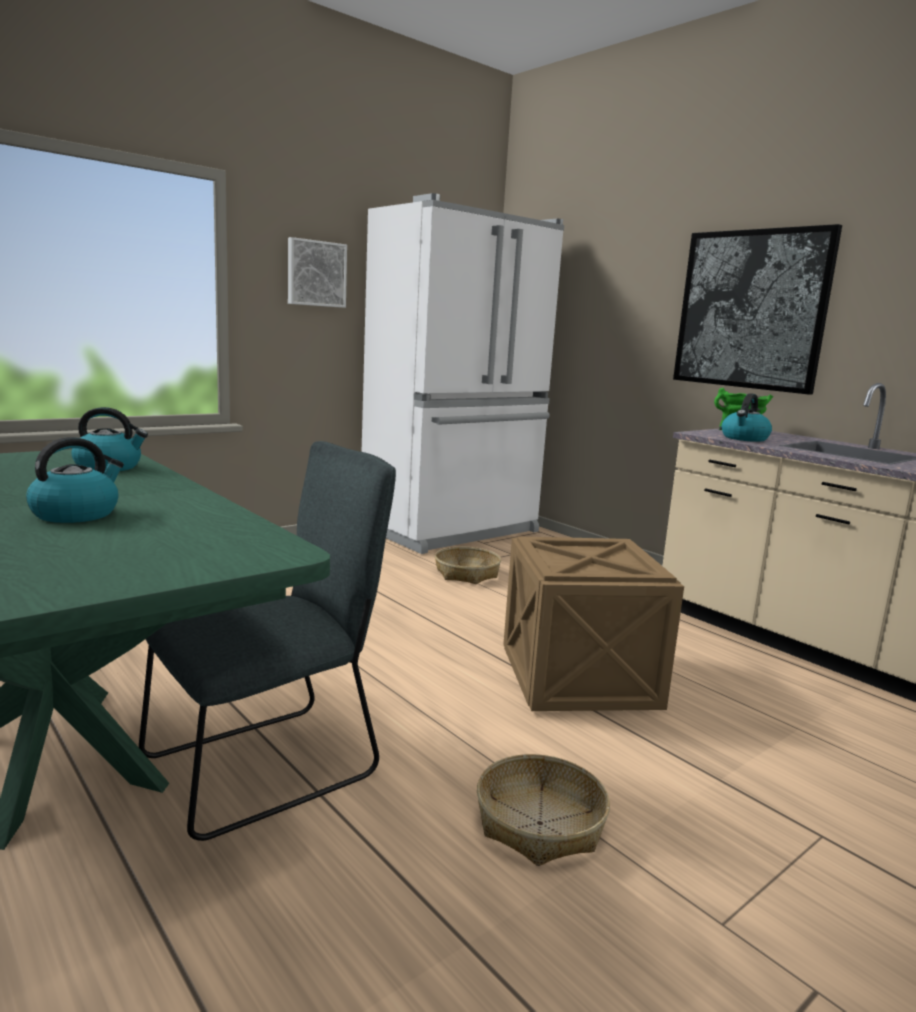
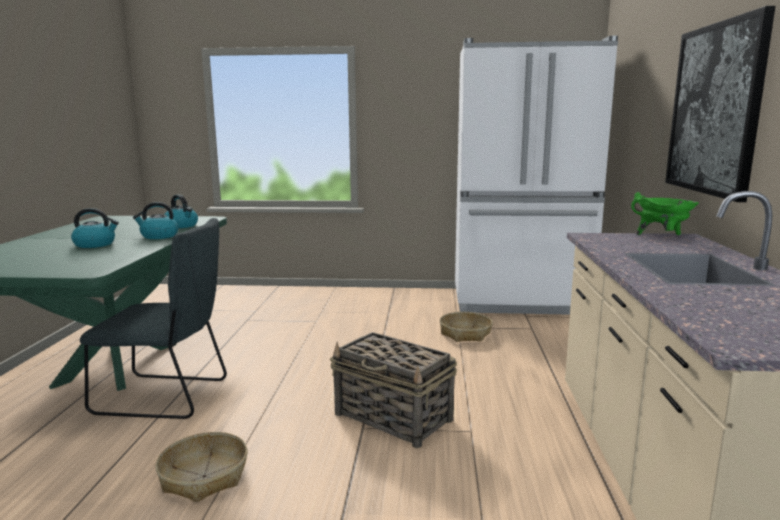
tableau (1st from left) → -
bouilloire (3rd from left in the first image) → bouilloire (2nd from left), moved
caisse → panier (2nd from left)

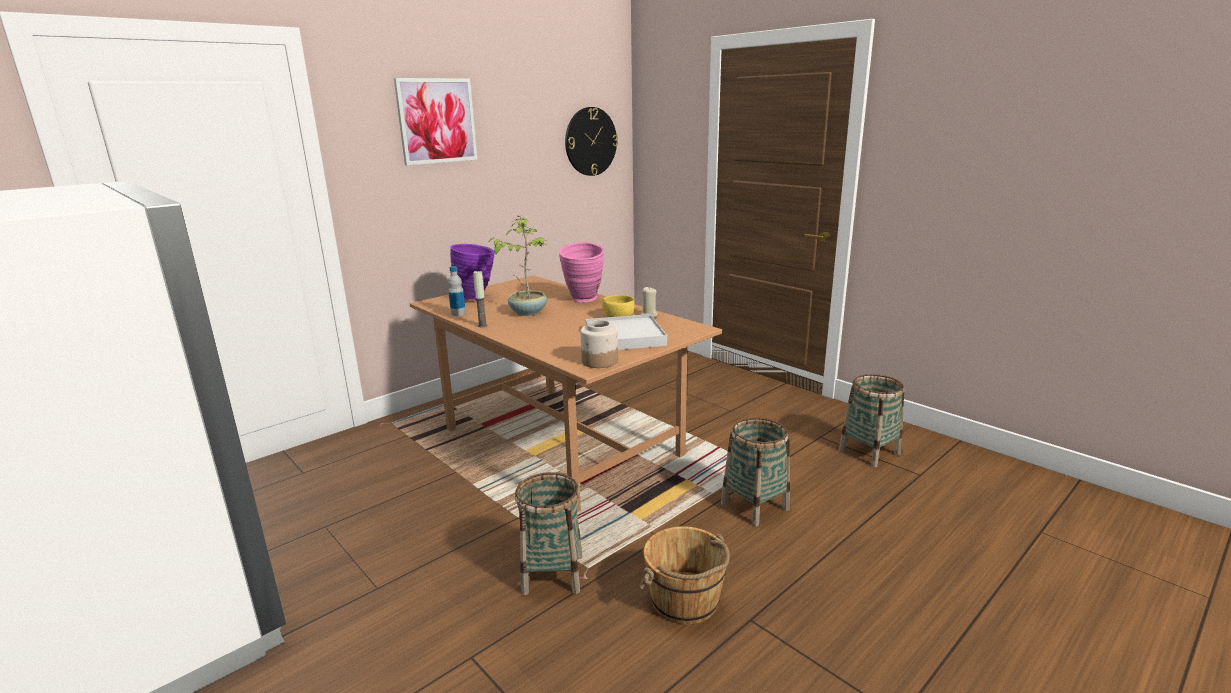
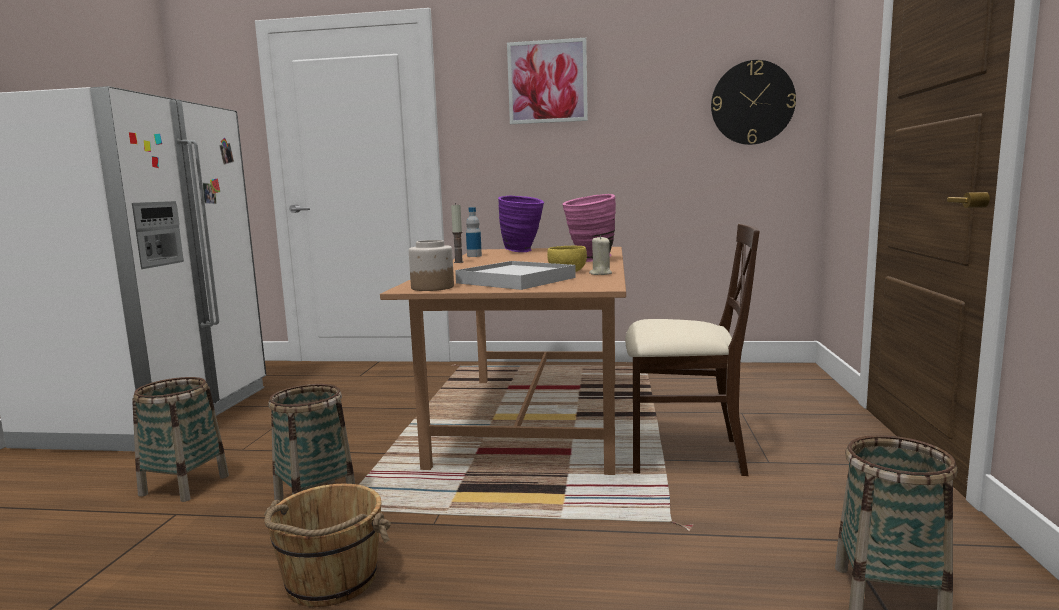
plante en pot → -
panier (2nd from left in the first image) → panier (1st from left), moved
- → chaise (beige)

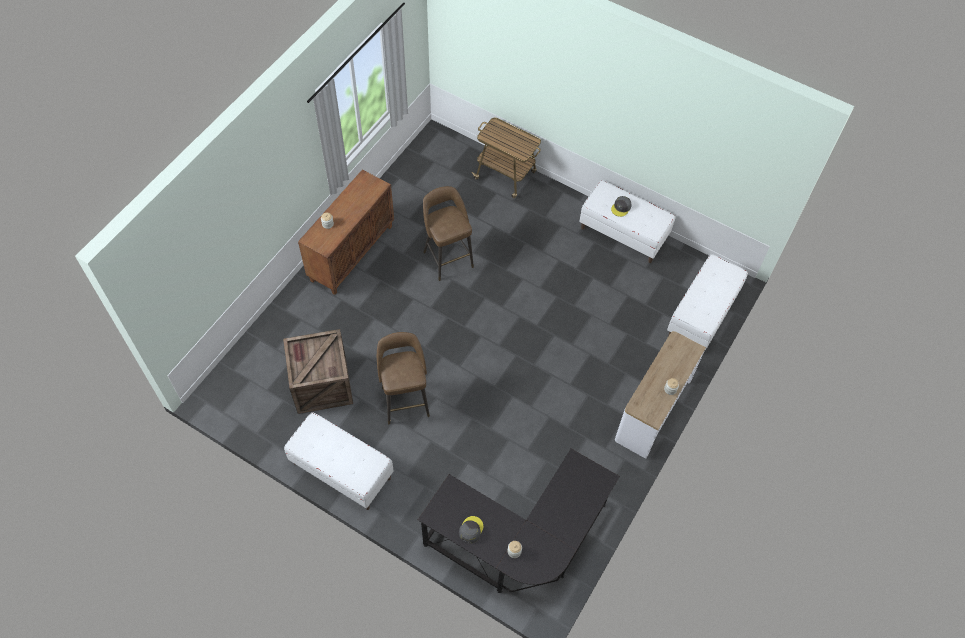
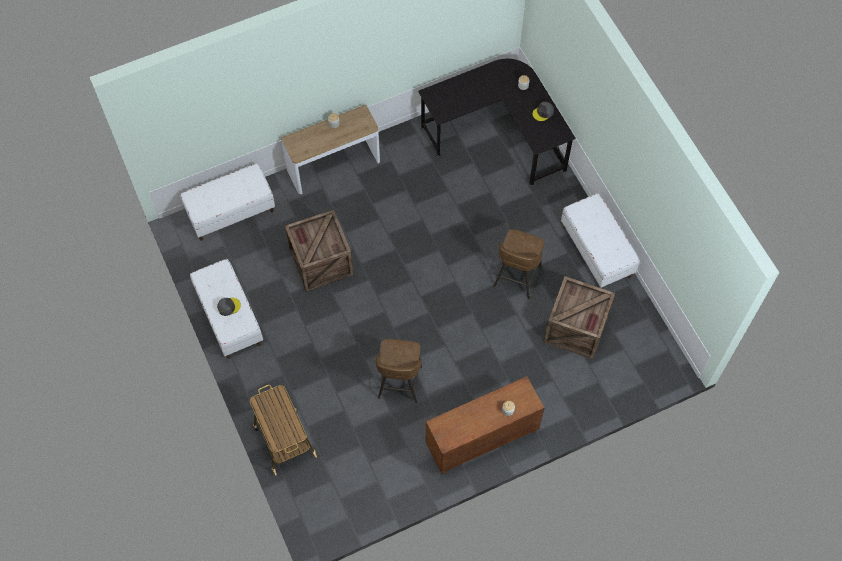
- → caisse (1st from left)

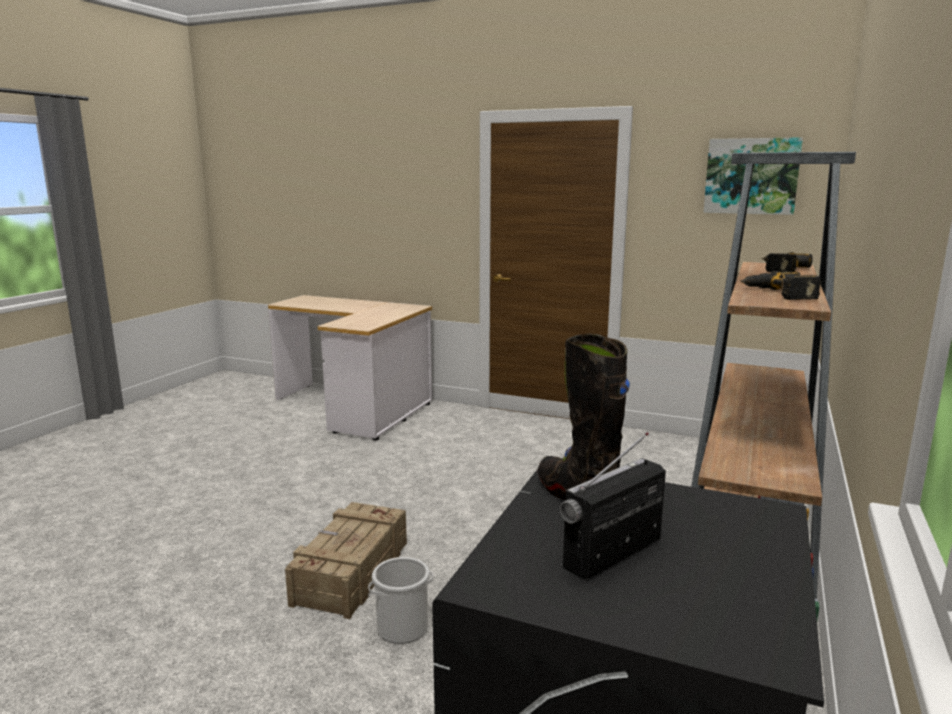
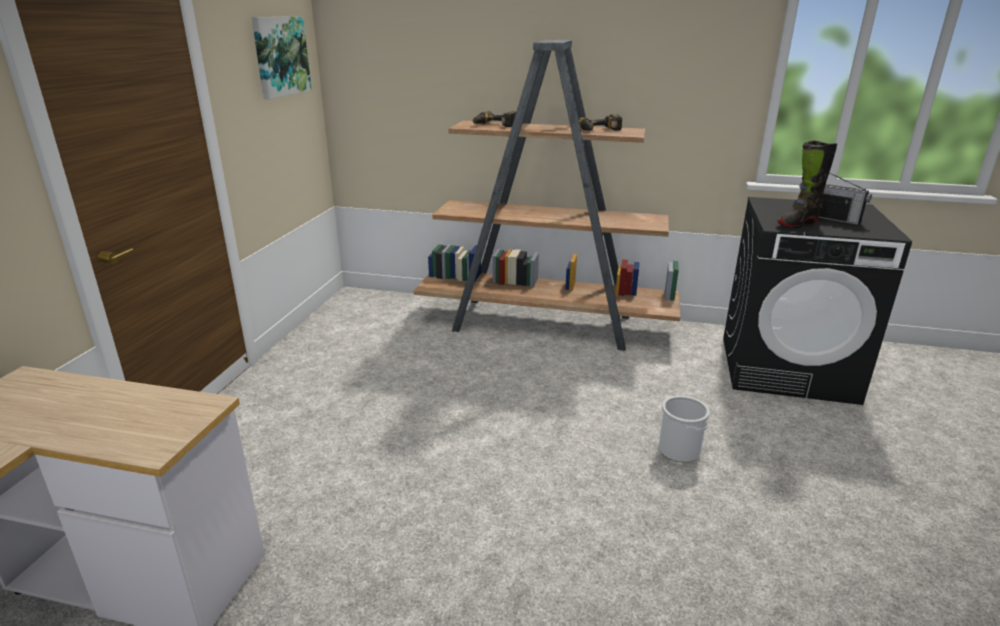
caisse → -

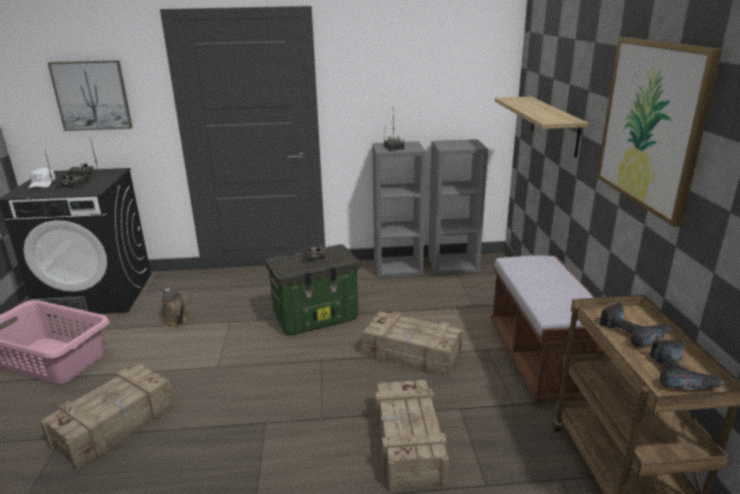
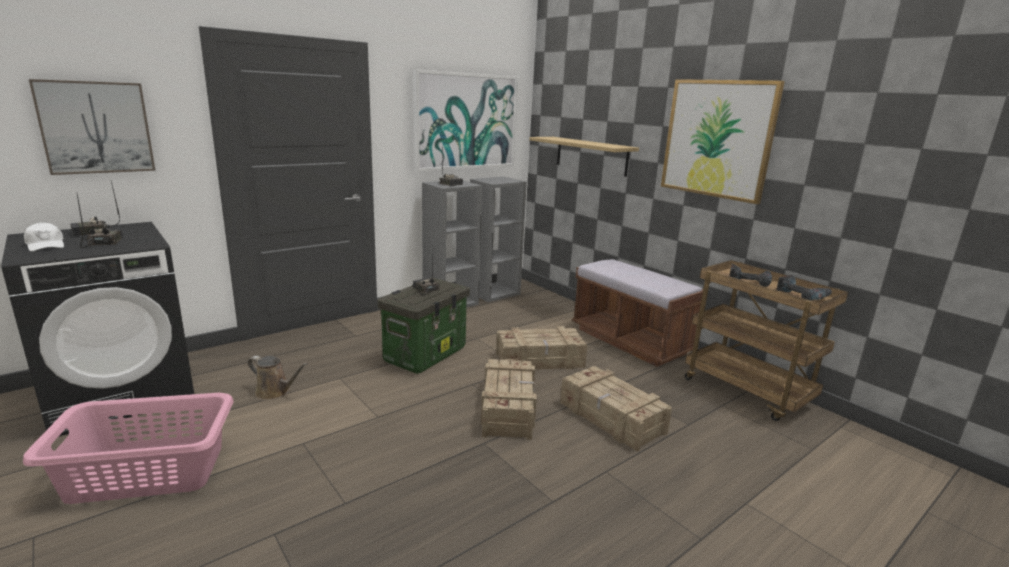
caisse (1st from left), moved
- → tableau (2nd from left)

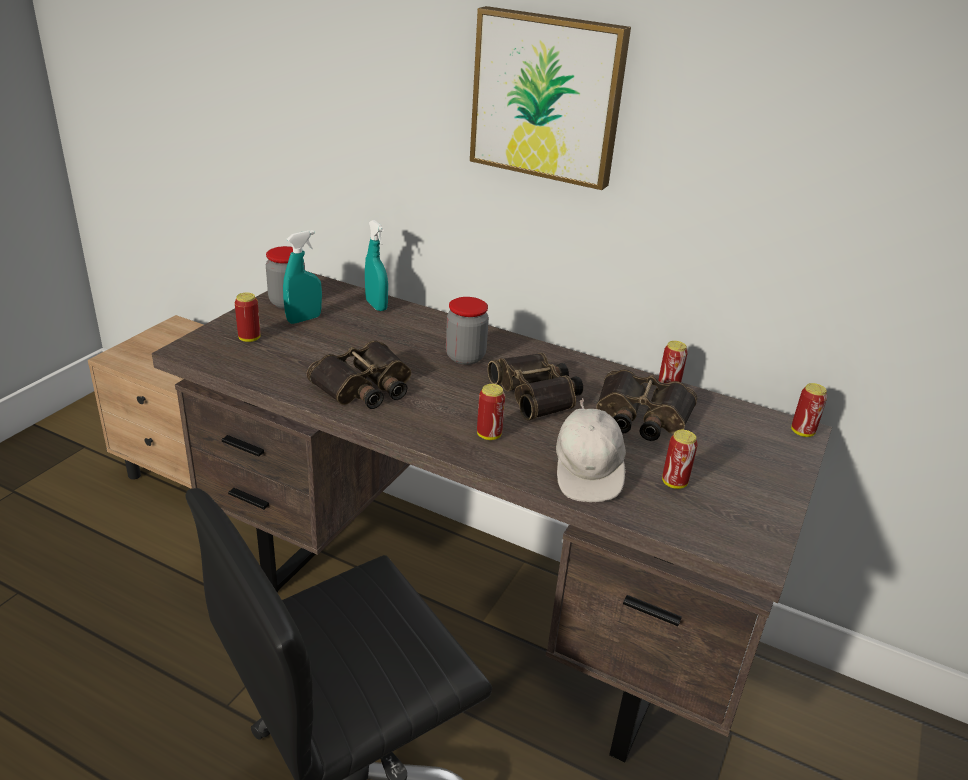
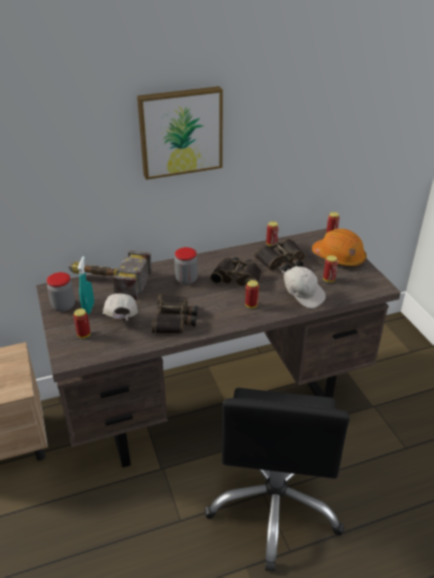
vaporisateur (turquoise) (2nd from left) → marteau
- → casque de chantier (orange)
- → casquette (blanc) (1st from left)

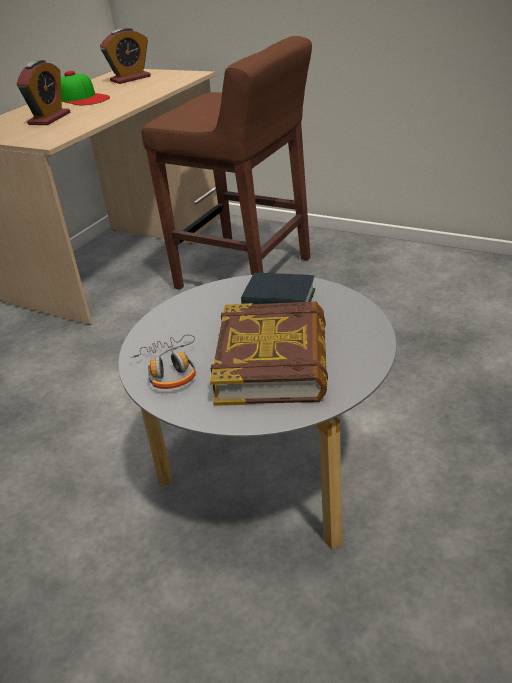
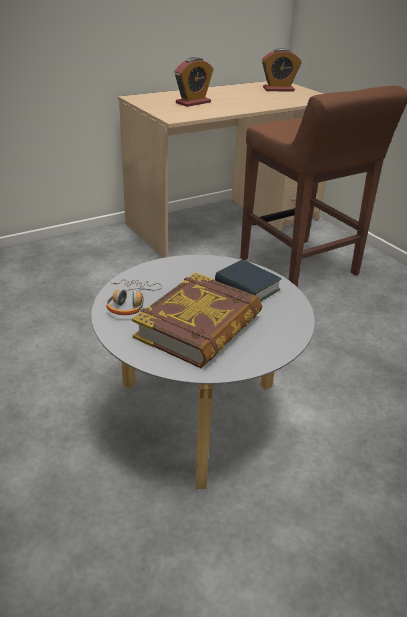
casquette → -

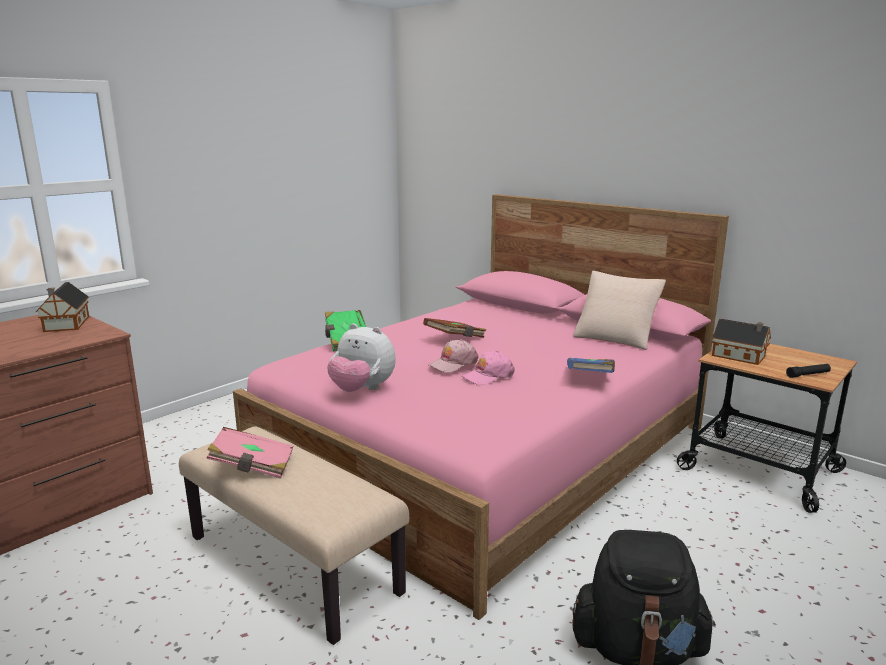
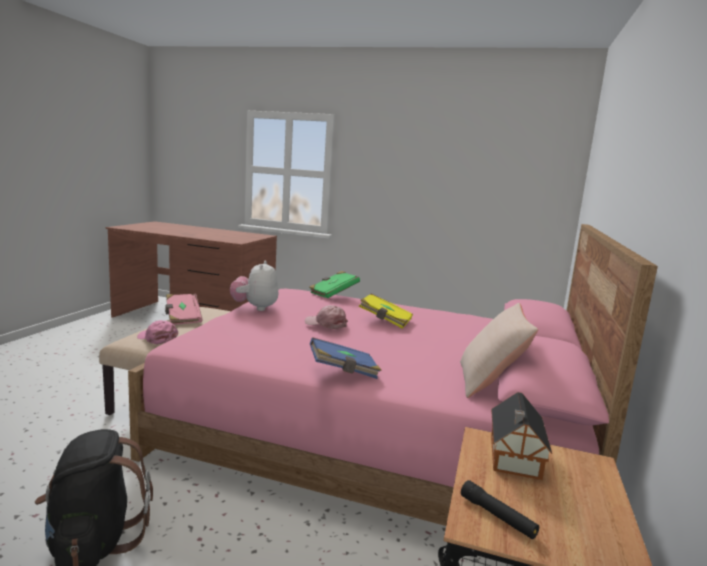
maison miniature (1st from left) → -
livre (marron) → livre (jaune)
casquette (rose) (2nd from left in the first image) → casquette (rose) (1st from left), moved

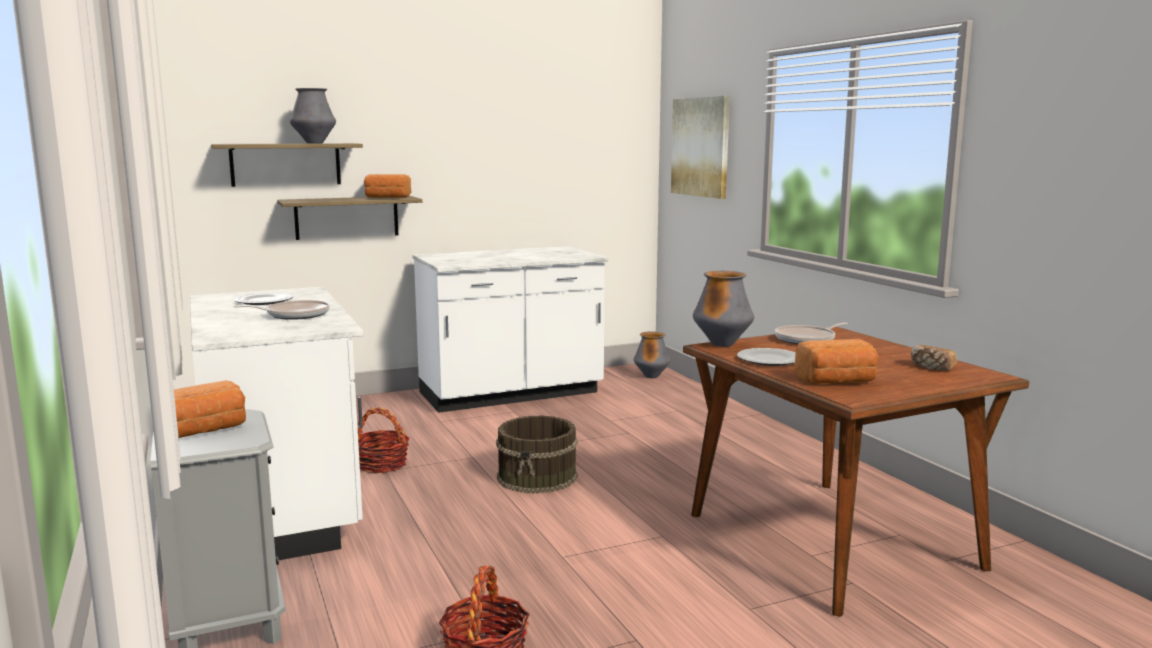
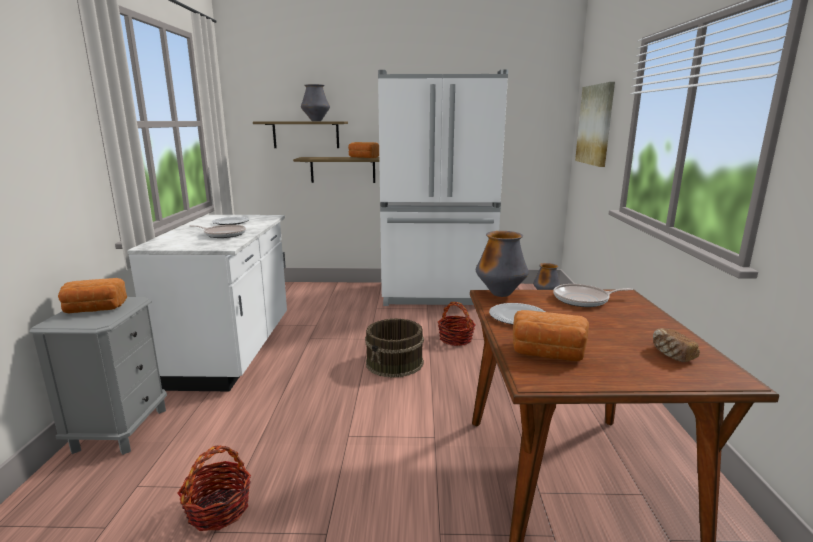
comptoir de cuisine (blanc) (2nd from left) → réfrigérateur (blanc)
panier (1st from left in the first image) → panier (2nd from left), moved

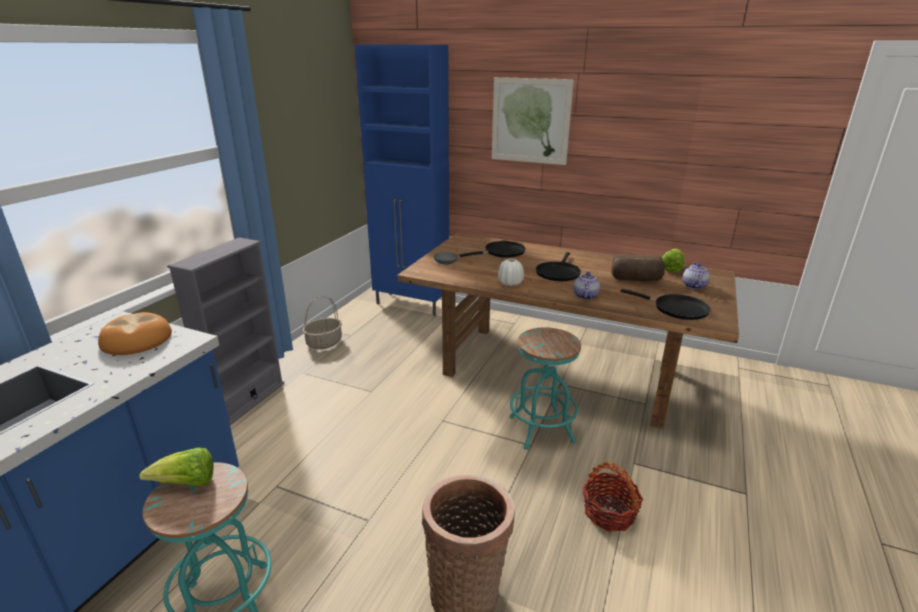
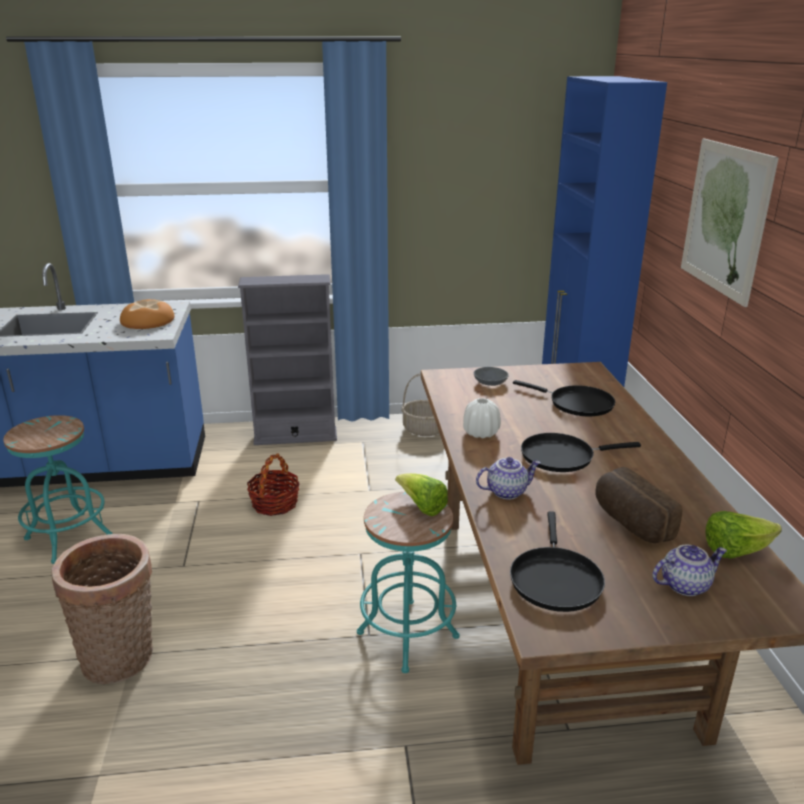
laitue (1st from left), moved
panier (3rd from left in the first image) → panier (2nd from left), moved

